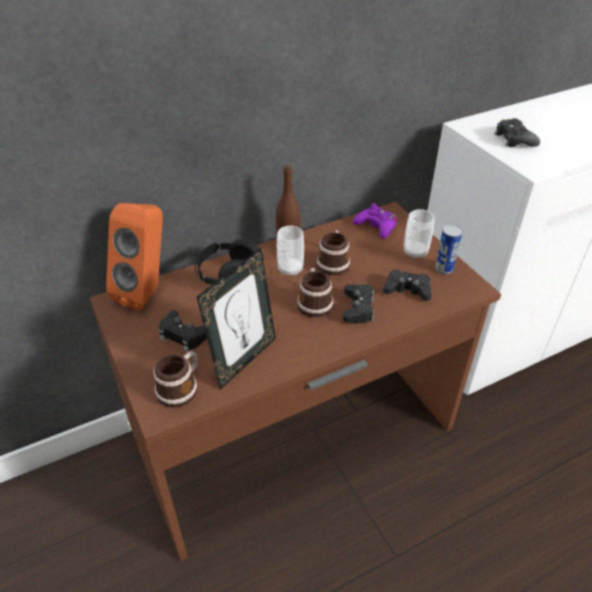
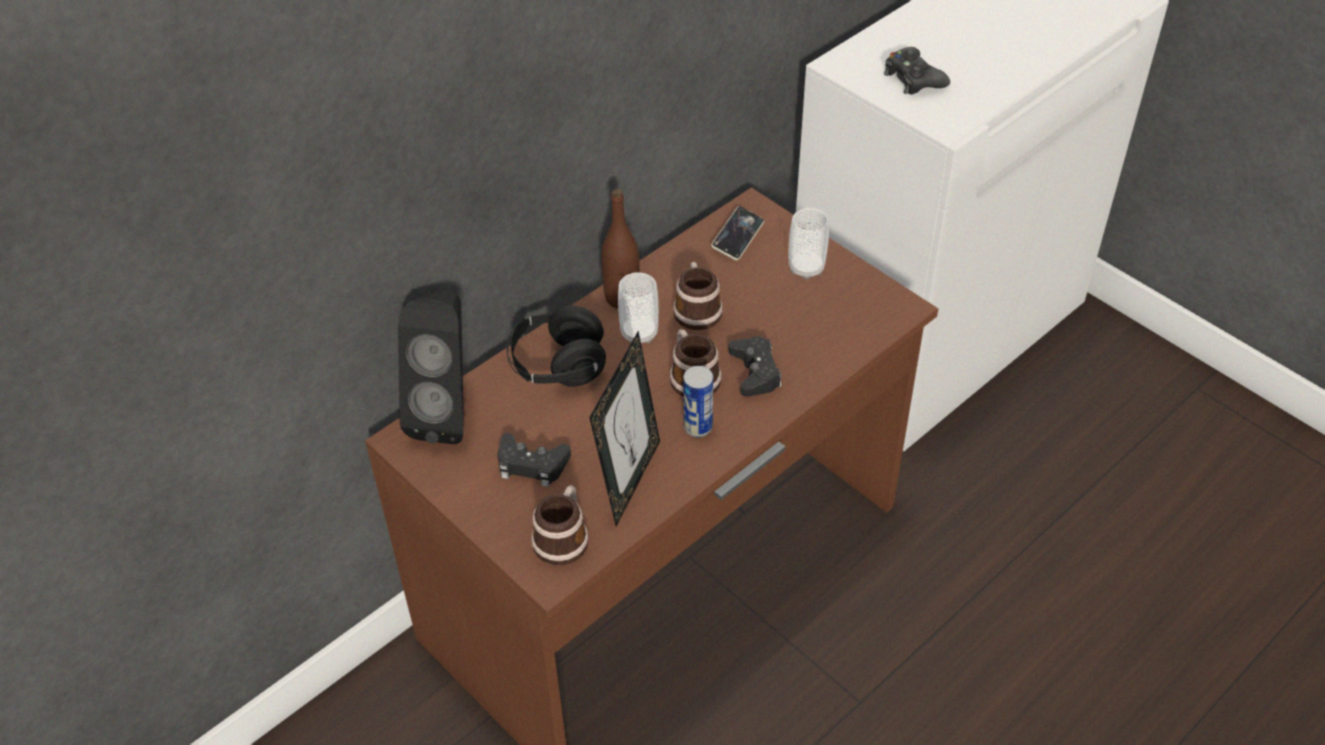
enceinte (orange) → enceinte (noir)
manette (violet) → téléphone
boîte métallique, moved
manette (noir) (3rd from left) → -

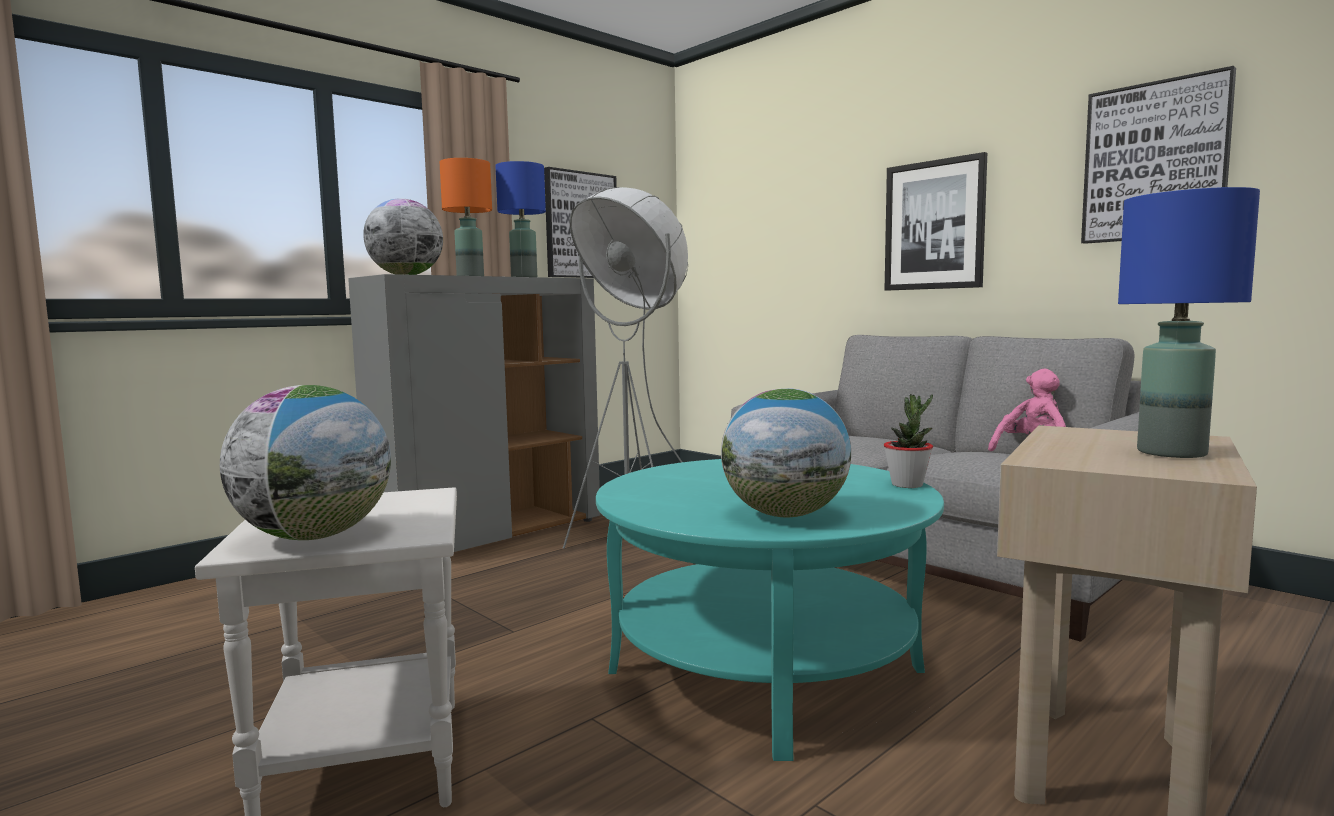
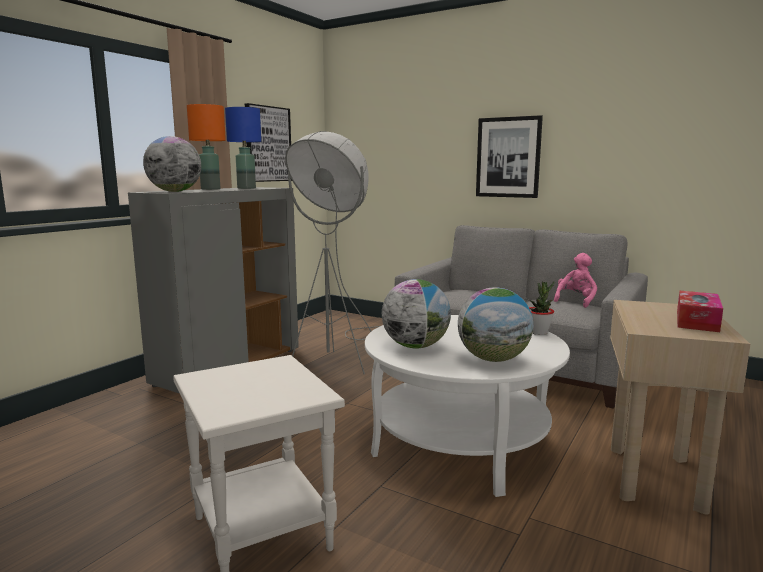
tableau (3rd from left) → -
lampe de table (bleu) (2nd from left) → boîte à mouchoirs
globe (1st from left in the first image) → globe (2nd from left), moved
table basse (turquoise) → table basse (blanc)

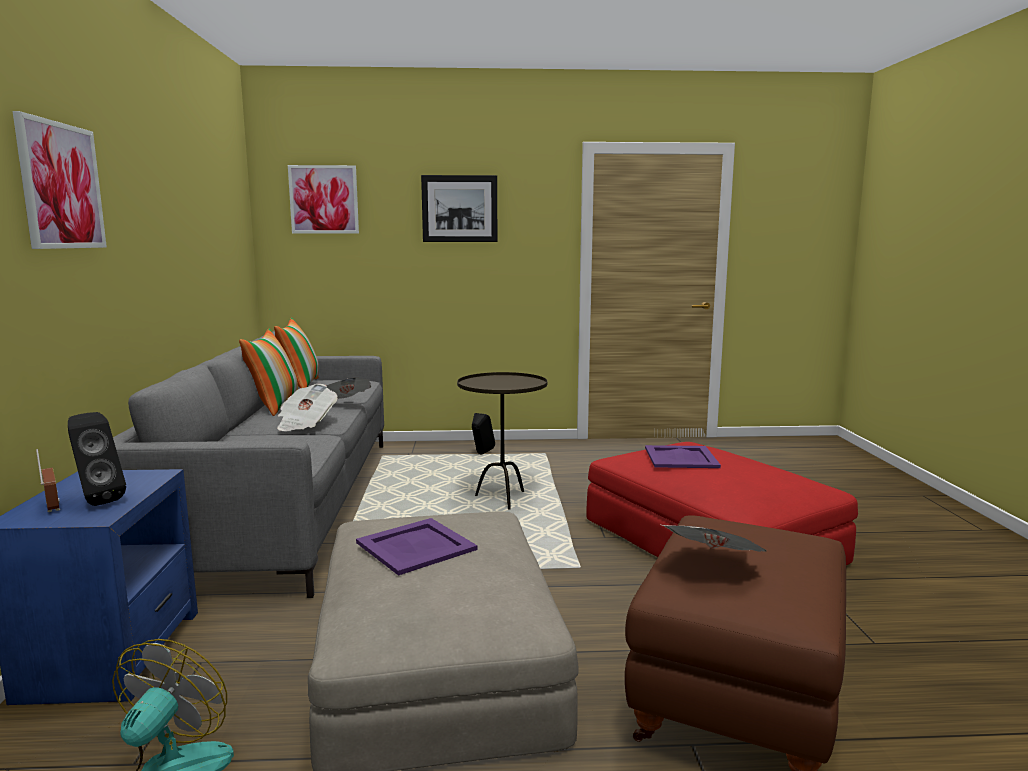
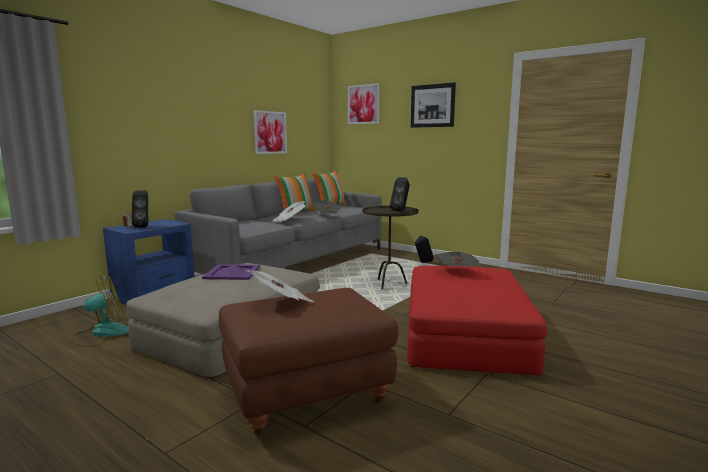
tableau (1st from left), moved
plateau (violet) (2nd from left) → journal (4th from left)
- → enceinte (noir) (2nd from left)

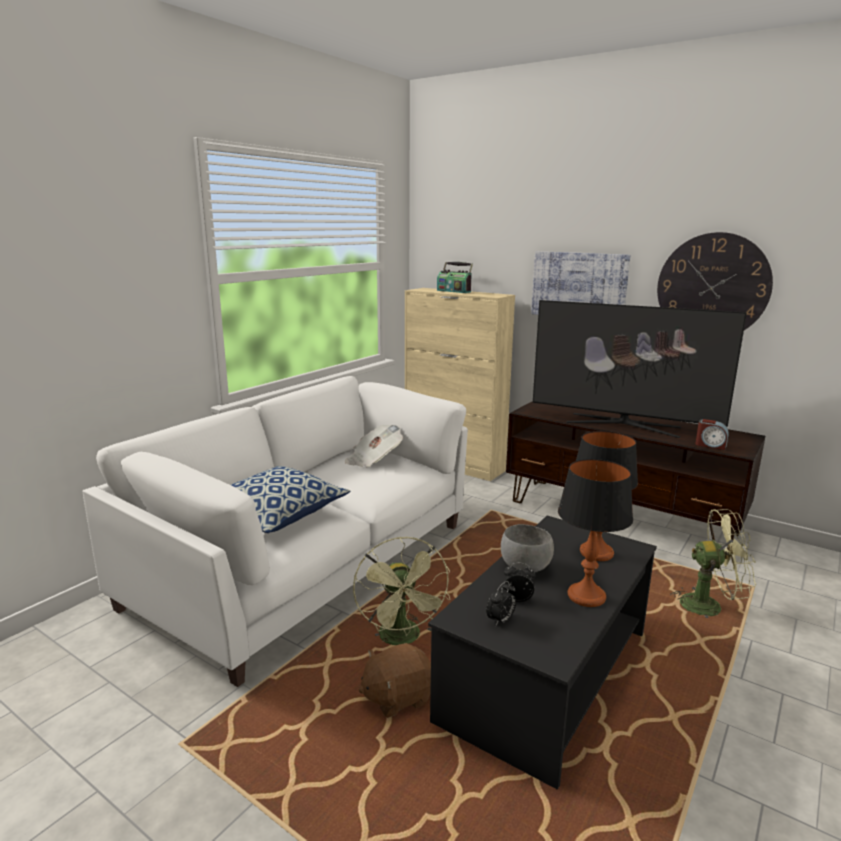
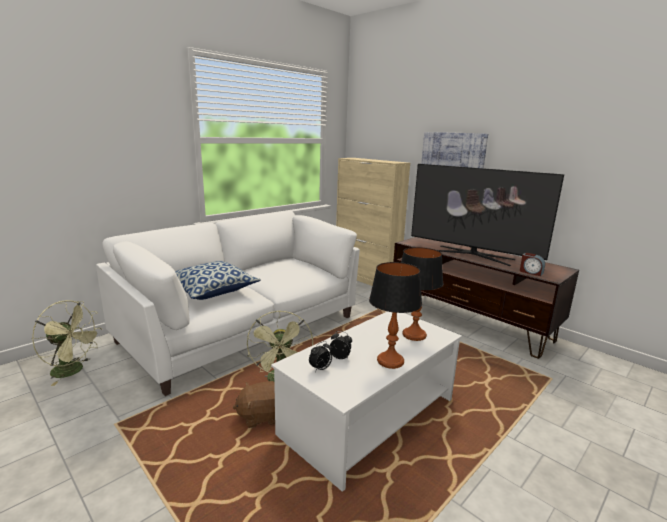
horloge murale → -
radio → -
journal → -
ventilateur (vert) (2nd from left in the first image) → ventilateur (vert) (1st from left), moved
table basse (noir) → table basse (blanc)
bol (gris) → -

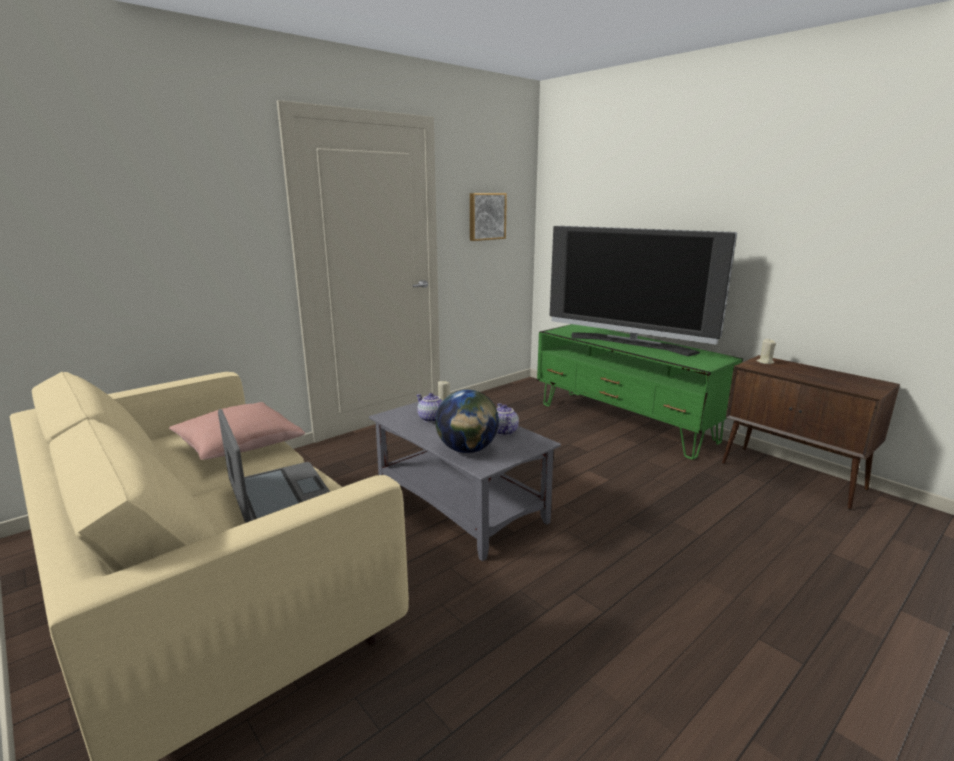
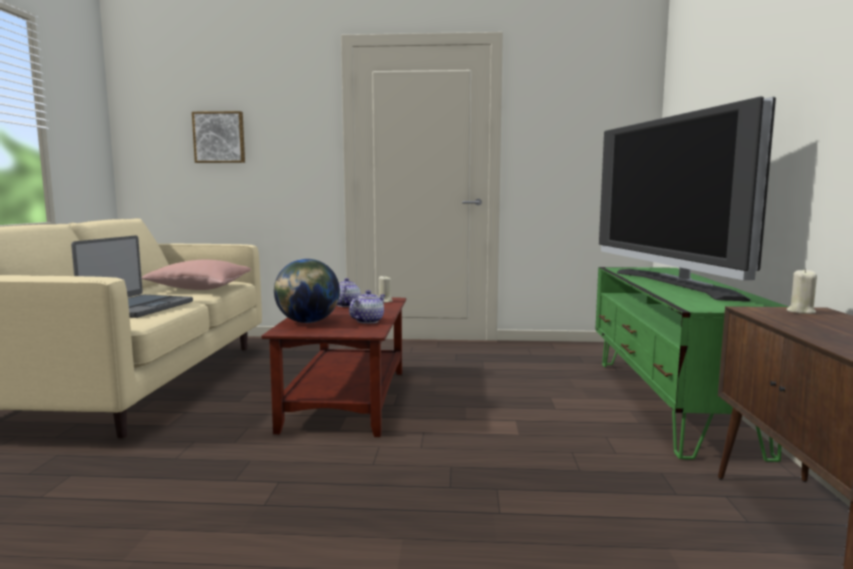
tableau, moved
table basse (gris) → table basse (marron)

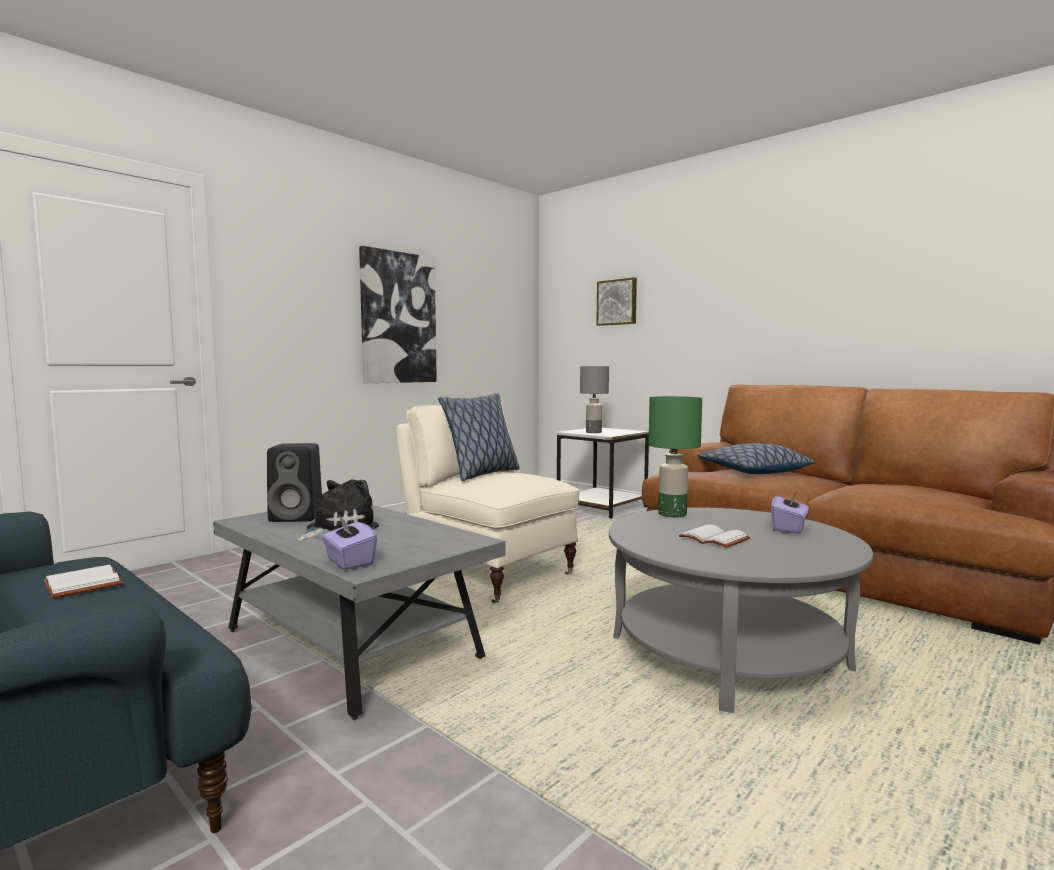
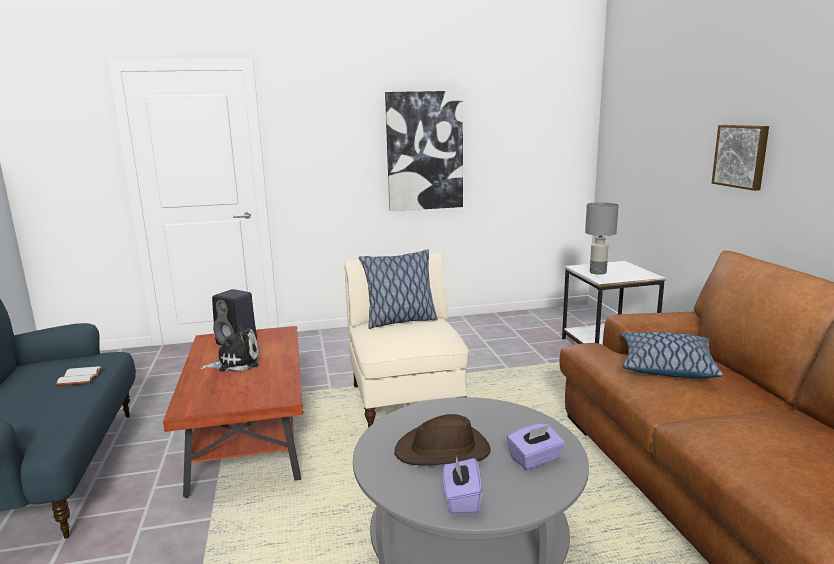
tableau (2nd from left), moved
lampe de table (vert) → -
table basse (gris) (1st from left) → table basse (marron)
boîte à mouchoirs (violet) (1st from left), moved
livre (blanc) (2nd from left) → chapeau (marron)

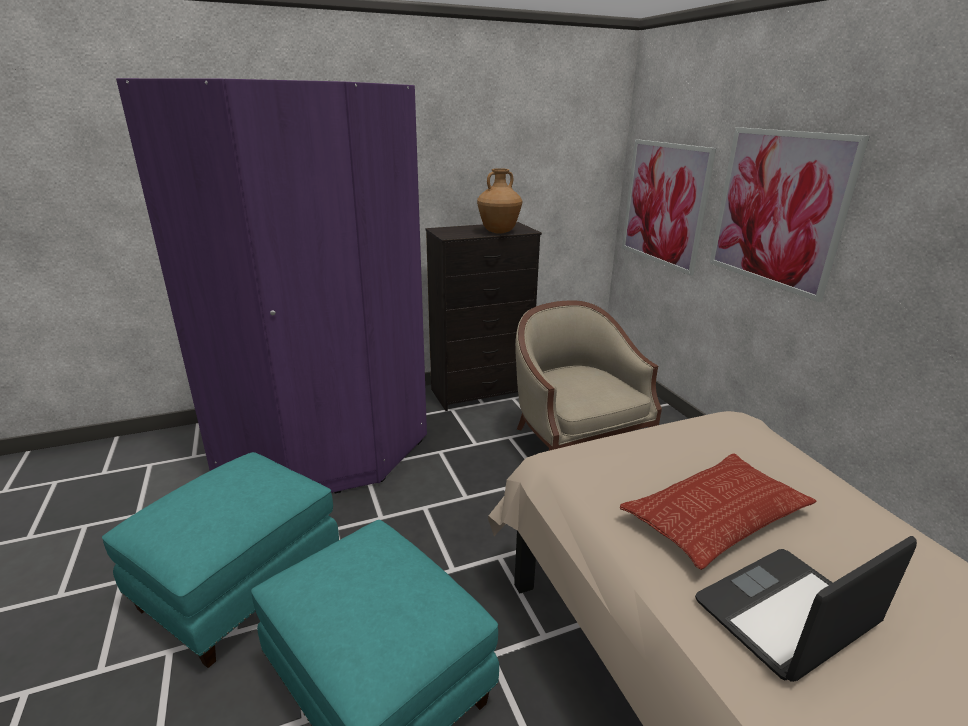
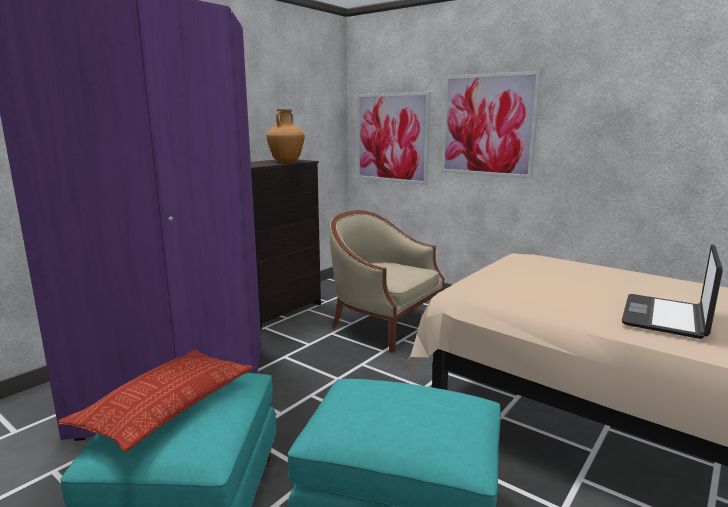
coussin, moved

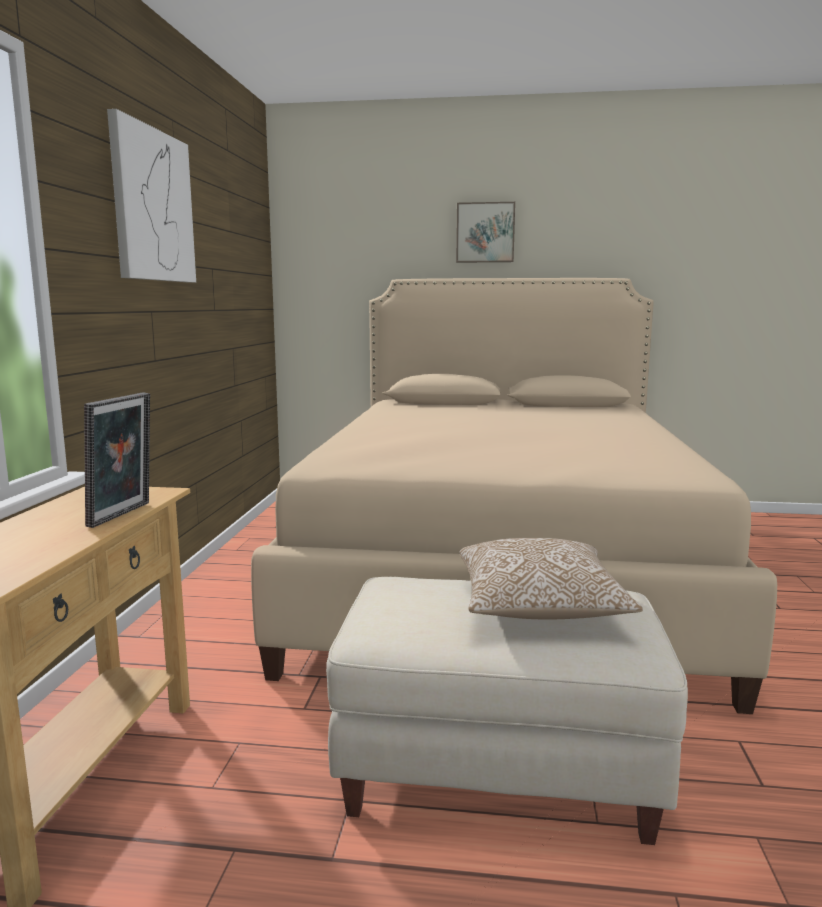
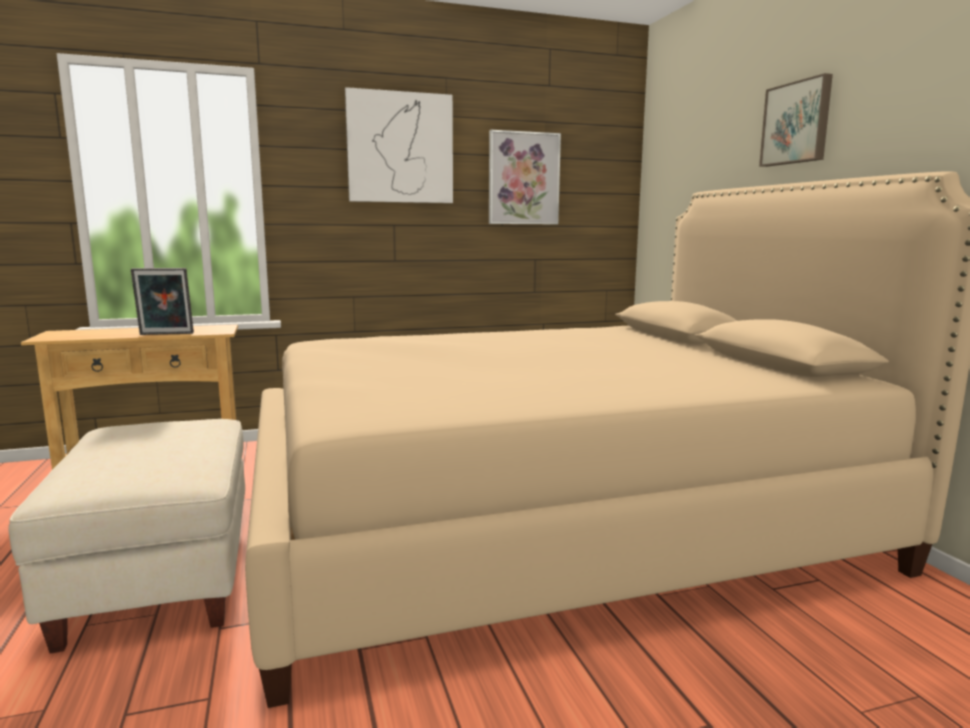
coussin → -
- → tableau (2nd from left)

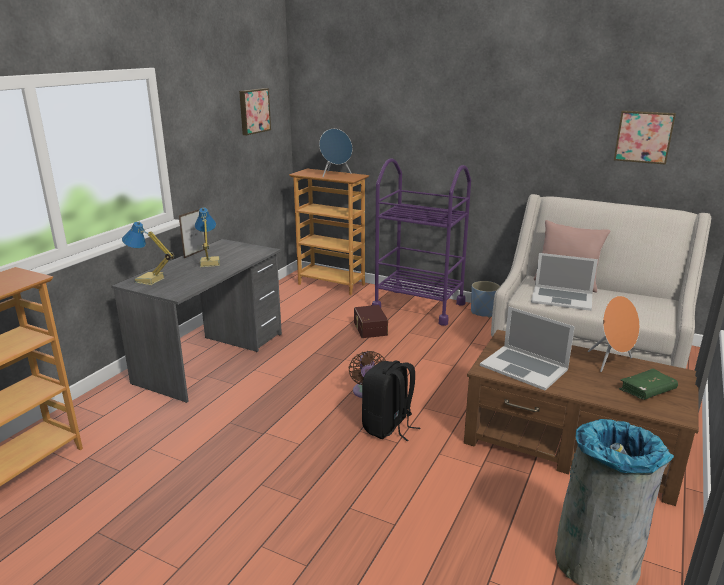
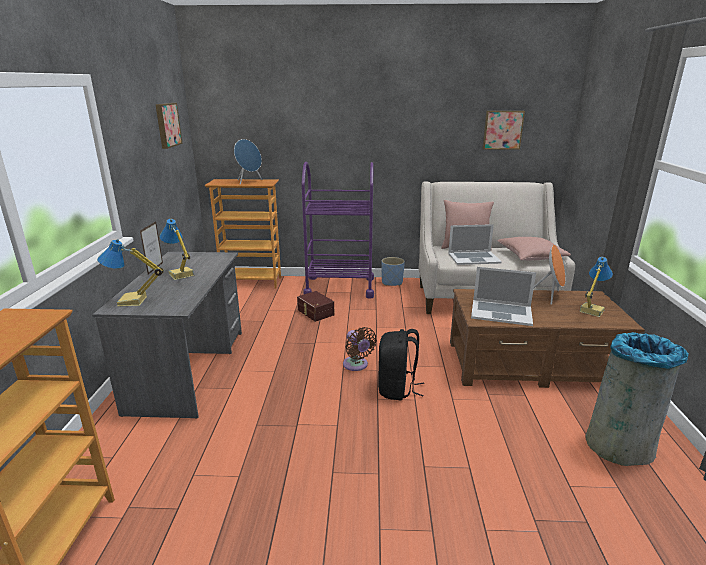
livre (vert) → lampe de table (3rd from left)
- → coussin (rose) (2nd from left)

